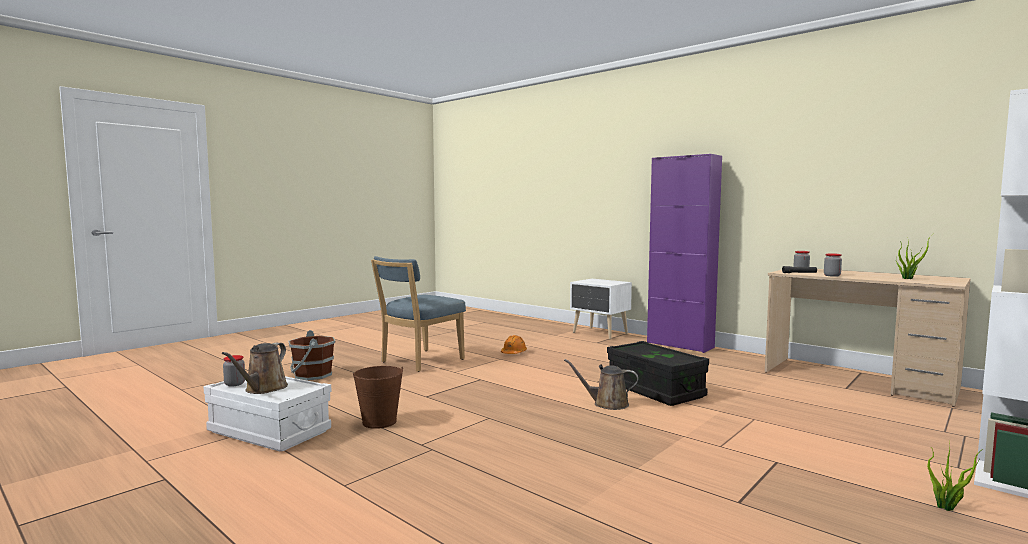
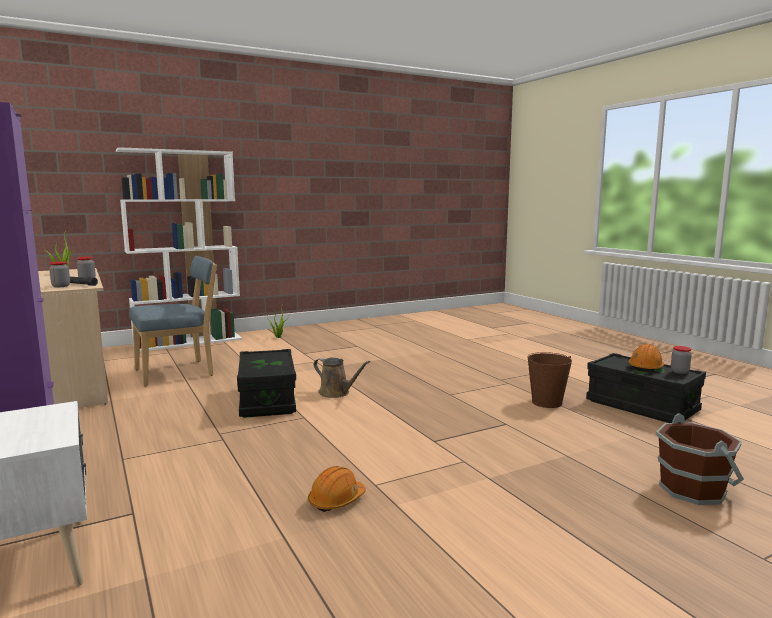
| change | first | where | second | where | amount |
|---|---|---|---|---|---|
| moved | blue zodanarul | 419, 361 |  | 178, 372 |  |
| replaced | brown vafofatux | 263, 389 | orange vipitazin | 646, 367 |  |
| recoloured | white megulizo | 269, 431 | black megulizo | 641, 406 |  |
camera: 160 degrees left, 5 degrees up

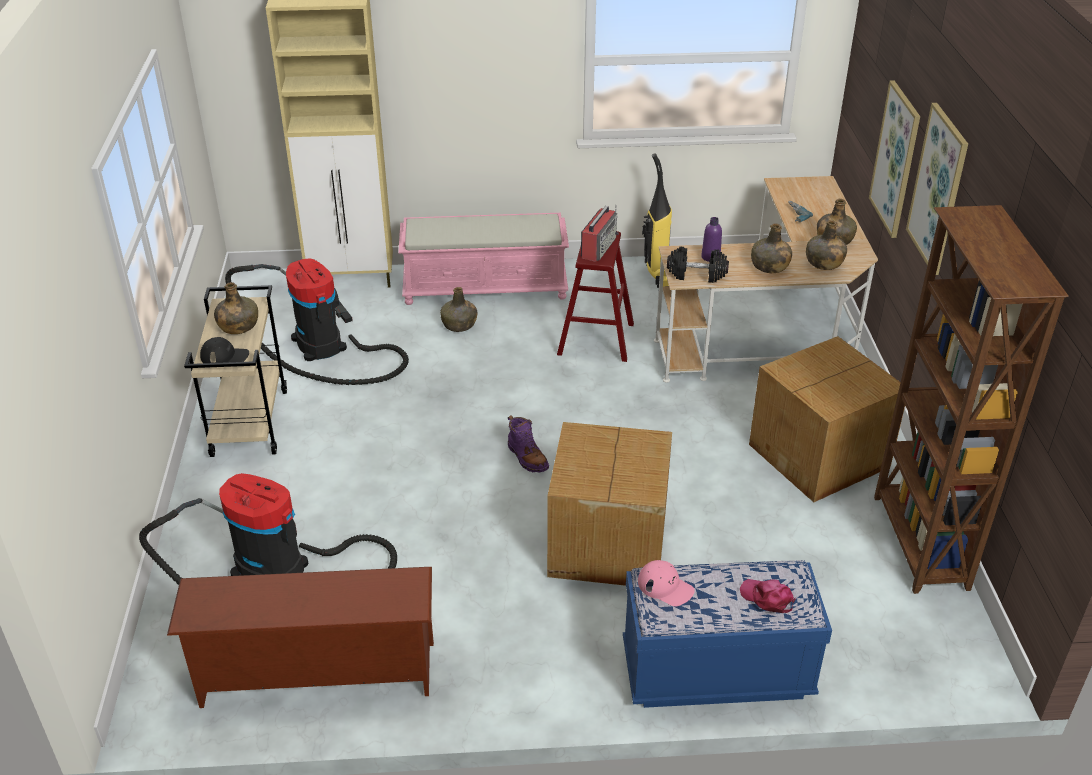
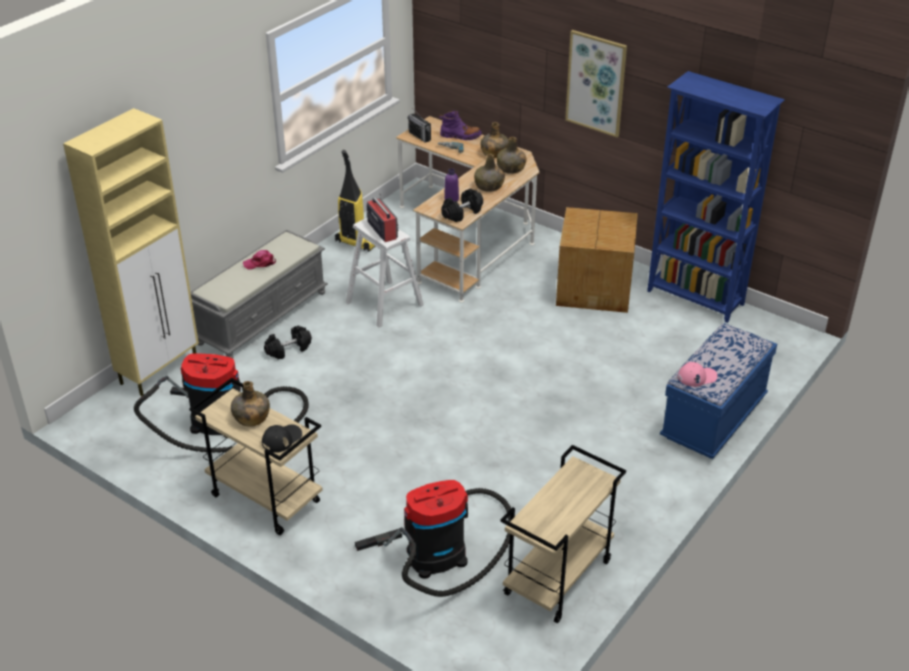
| change | first | where | second | where | amount |
|---|---|---|---|---|---|
| removed | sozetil | 896, 159 |  |  |  |
| recoloured | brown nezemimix | 919, 543 | blue nezemimix | 695, 298 |  |
| recoloured | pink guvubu | 486, 287 | grey guvubu | 262, 317 |  |
| recoloured | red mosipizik | 596, 339 | white mosipizik | 384, 304 |  |
| replaced | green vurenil | 459, 325 | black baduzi | 288, 350 |  |
| moved | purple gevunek | 527, 457 |  | 460, 136 |  |
| removed | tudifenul | 606, 544 |  |  |  |
| replaced | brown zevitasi | 316, 676 | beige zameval | 558, 579 |  |
| moved | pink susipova | 767, 598 |  | 260, 263 |  |
| added |  |  | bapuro | 419, 136 |  |
camera: 50 degrees left, 0 degrees up

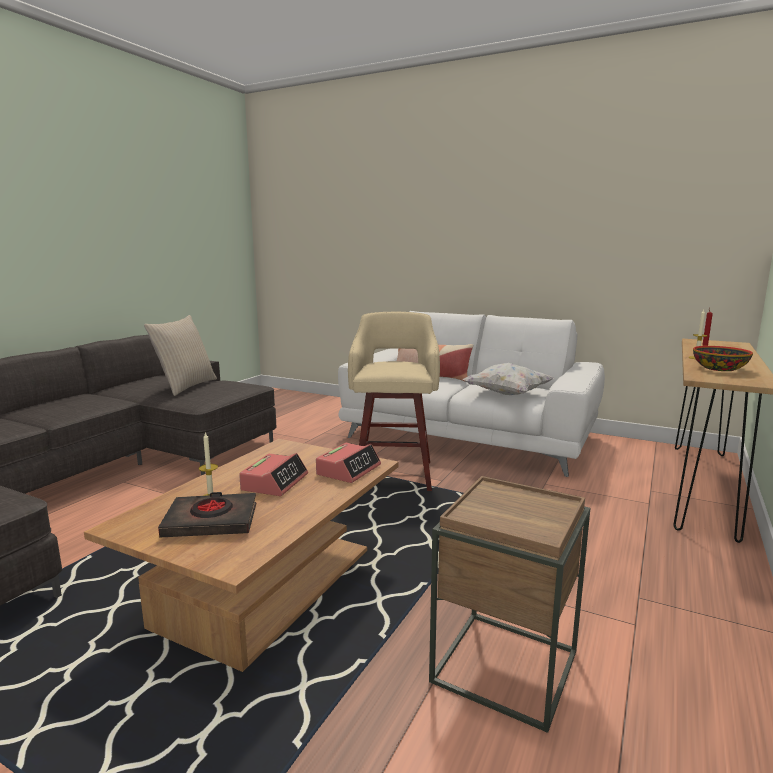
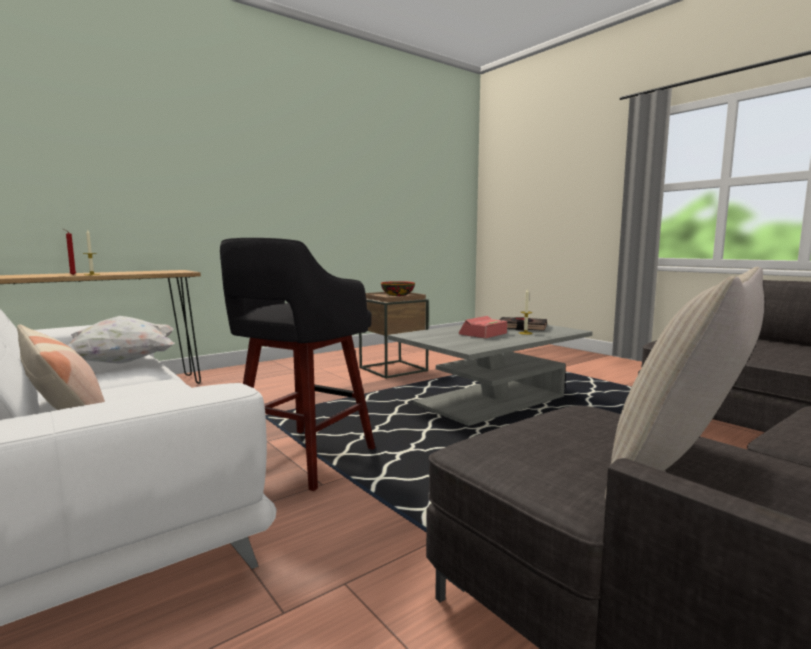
| change | first | where | second | where | amount |
|---|---|---|---|---|---|
| recoloured | beige mosipizik | 394, 473 | black mosipizik | 302, 459 |  |
| moved | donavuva | 718, 368 |  | 398, 295 |  |
| recoloured | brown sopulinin | 268, 586 | grey sopulinin | 490, 401 |  |
| removed | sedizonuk | 349, 470 |  |  |  |
camera: 155 degrees left, 5 degrees down

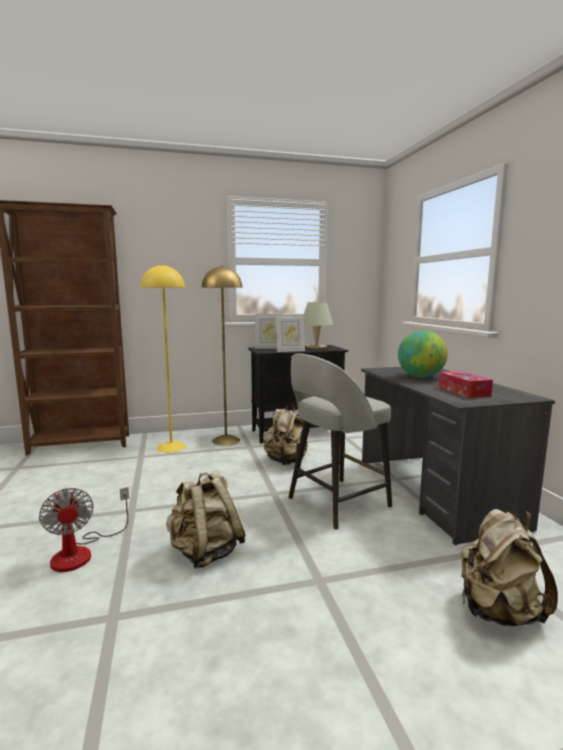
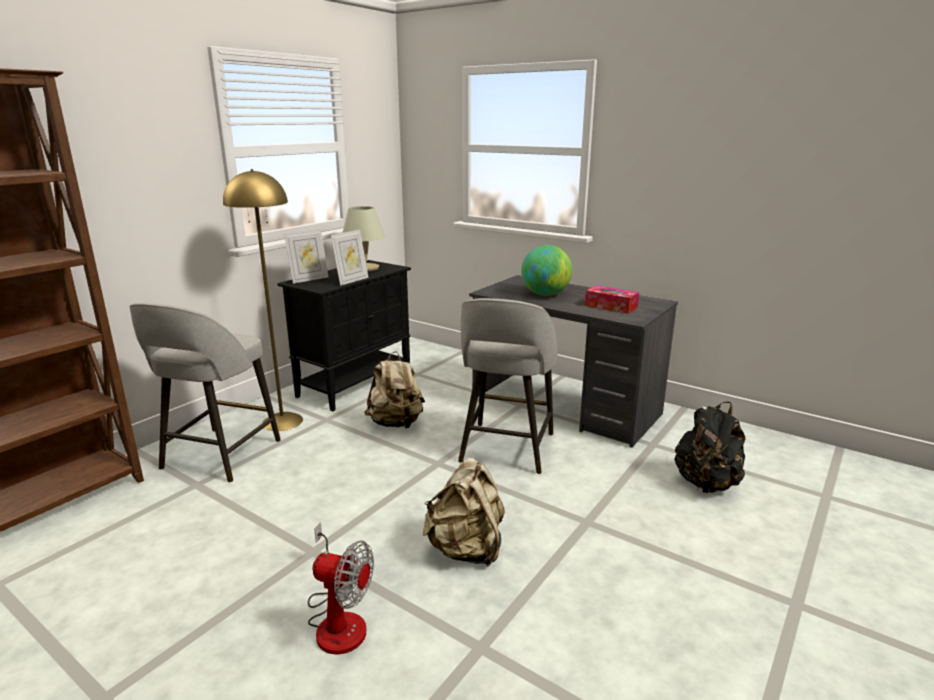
| change | first | where | second | where | amount |
|---|---|---|---|---|---|
| replaced | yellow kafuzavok | 171, 447 | grey mosipizik | 219, 456 |  |
| recoloured | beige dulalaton | 498, 611 | black dulalaton | 706, 484 |  |
camera: 40 degrees left, 10 degrees up

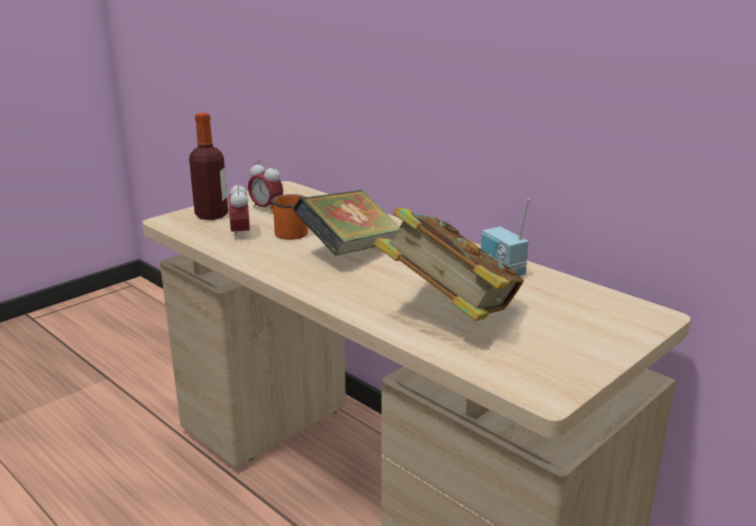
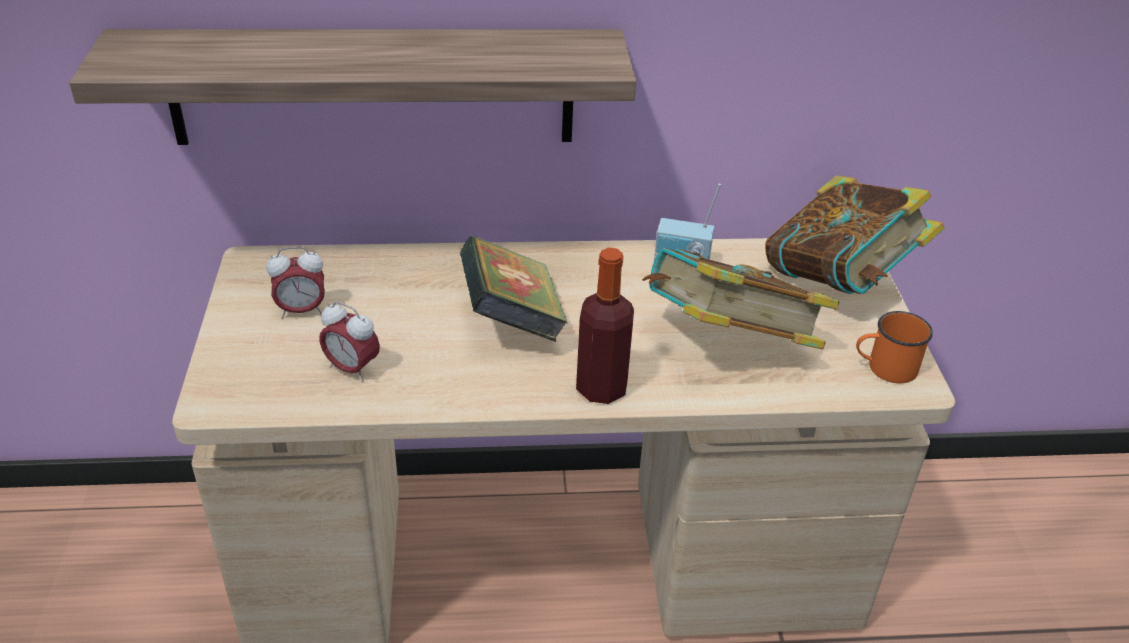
| change | first | where | second | where | amount |
|---|---|---|---|---|---|
| moved | vurenil | 211, 215 |  | 601, 388 |  |
| moved | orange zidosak | 287, 232 |  | 884, 368 |  |
| added |  |  | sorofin | 372, 87 |  |
| added |  |  | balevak | 839, 283 |  |
camera: 50 degrees left, 15 degrees up

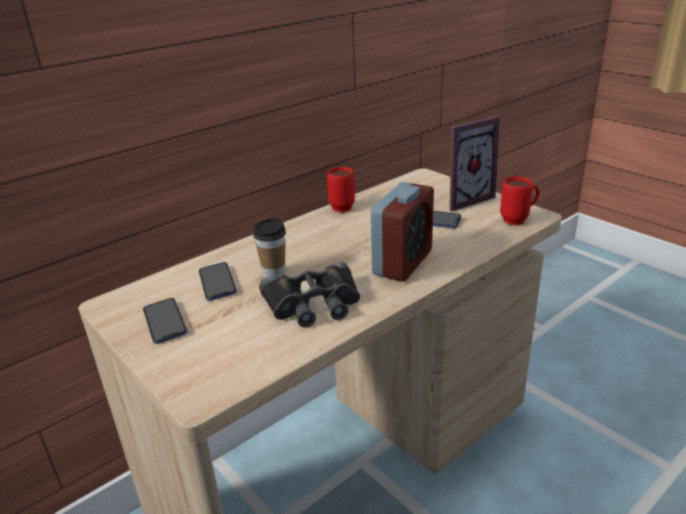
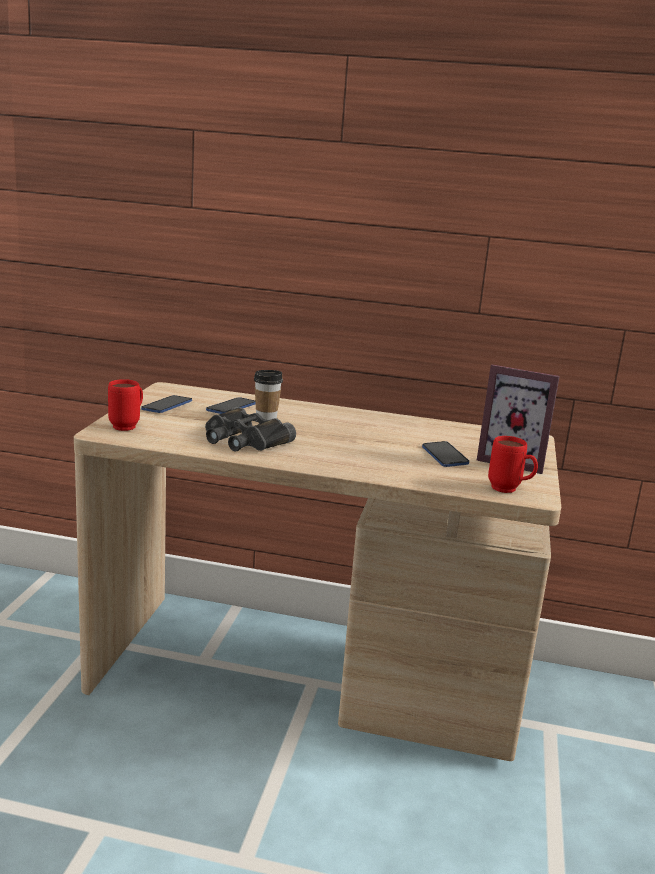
| change | first | where | second | where | amount |
|---|---|---|---|---|---|
| moved | red zidosak | 339, 206 |  | 128, 426 |  |
| removed | sedizonuk | 402, 263 |  |  |  |
camera: 50 degrees right, 10 degrees down

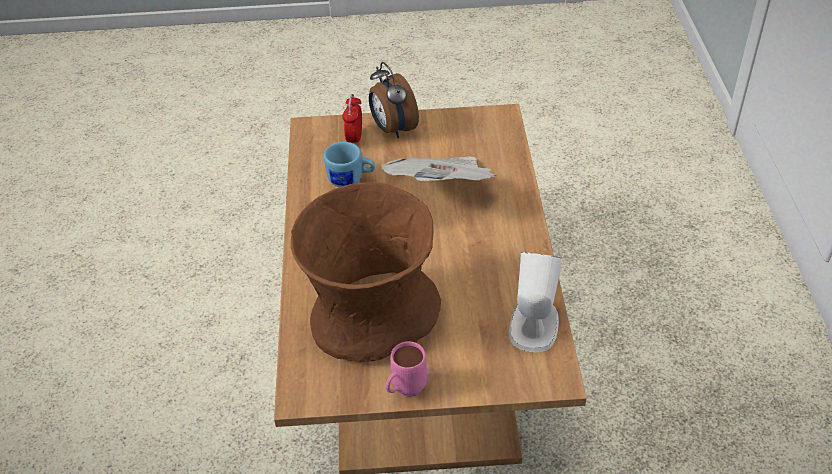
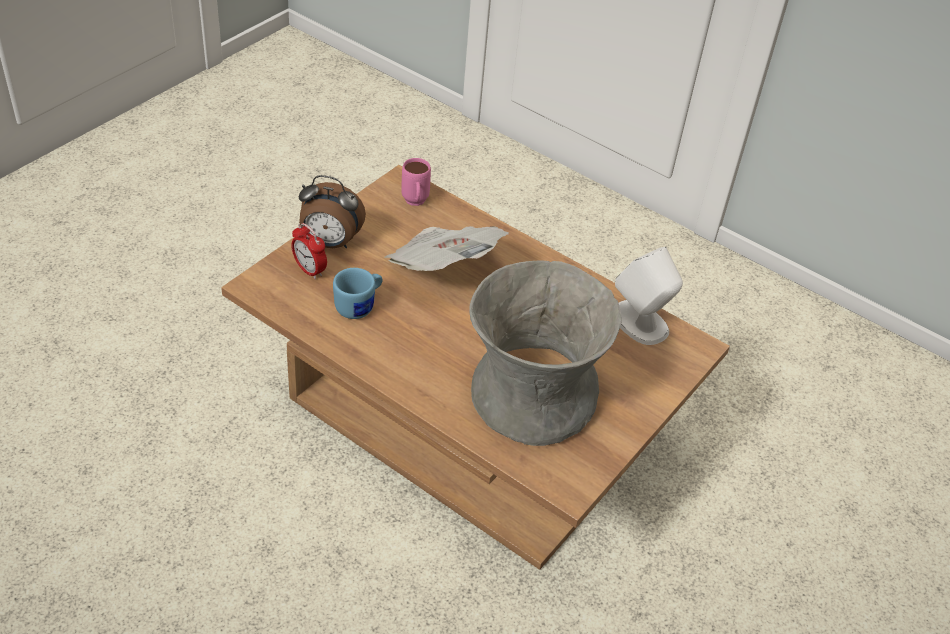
| change | first | where | second | where | amount |
|---|---|---|---|---|---|
| recoloured | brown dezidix | 371, 315 | grey dezidix | 531, 395 |  |
| moved | pink zidosak | 404, 391 |  | 415, 203 |  |
camera: 55 degrees left, 0 degrees up

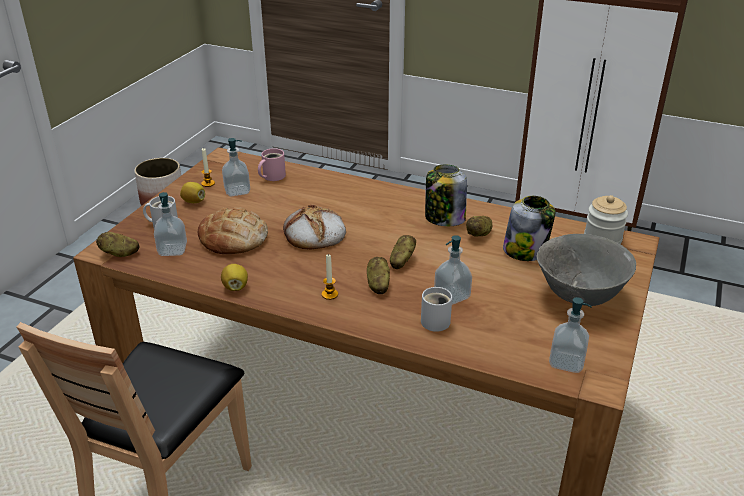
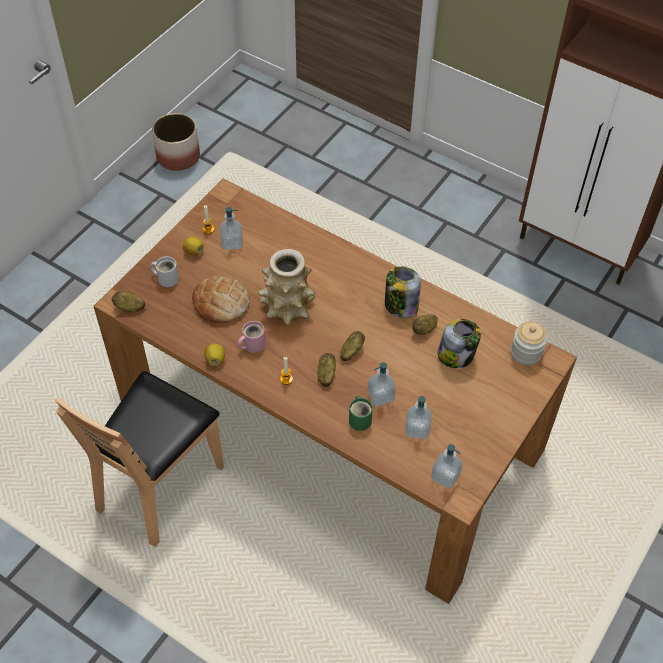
| change | first | where | second | where | amount |
|---|---|---|---|---|---|
| moved | pink zidosak | 272, 176 |  | 252, 344 |  |
| moved | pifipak | 172, 250 |  | 417, 429 |  |
| replaced | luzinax | 314, 234 | dezidix | 287, 308 |  |
| removed | grey donavuva | 579, 296 |  |  |  |
| recoloured | white zidosak | 435, 320 | green zidosak | 360, 418 |  |
camera: 10 degrees right, 20 degrees up

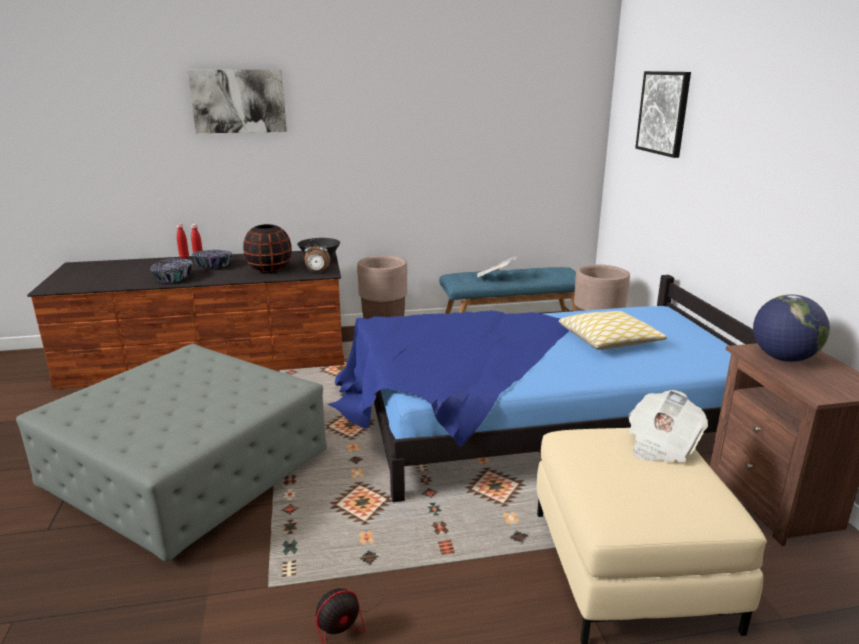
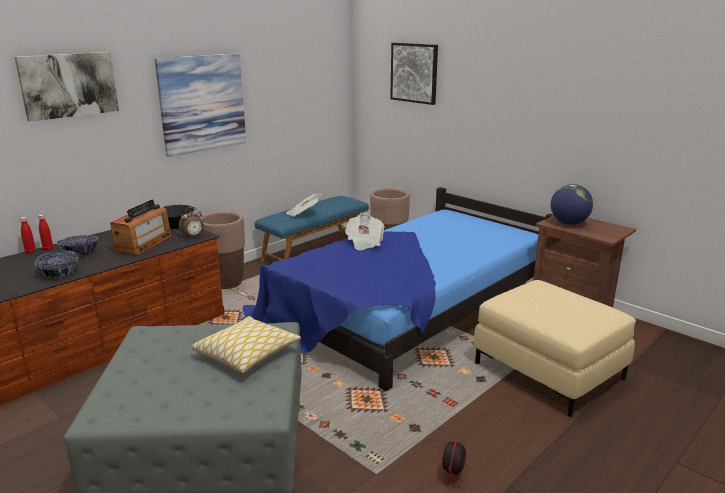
| change | first | where | second | where | amount |
|---|---|---|---|---|---|
| replaced | black dezidix | 269, 269 | bapuro | 144, 243 |  |
| moved | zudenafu | 609, 340 |  | 247, 353 |  |
| moved | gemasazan | 661, 445 |  | 364, 242 |  |
| added |  |  | sozetil | 202, 103 |  |
camera: 35 degrees left, 0 degrees up

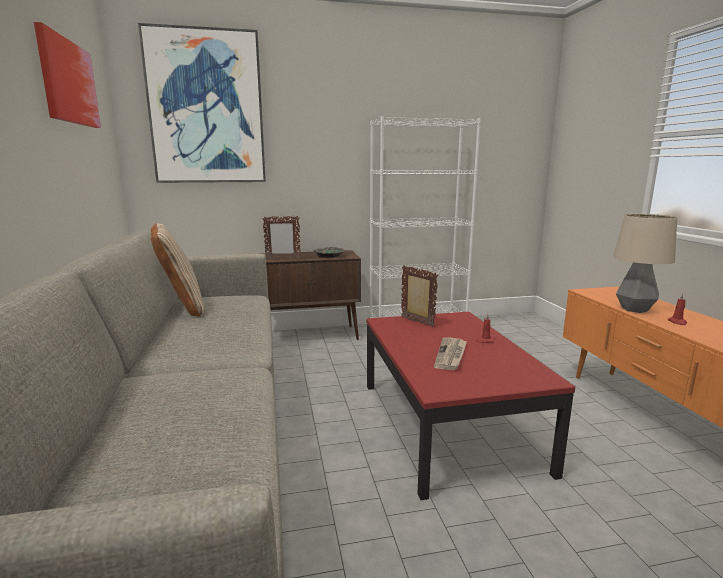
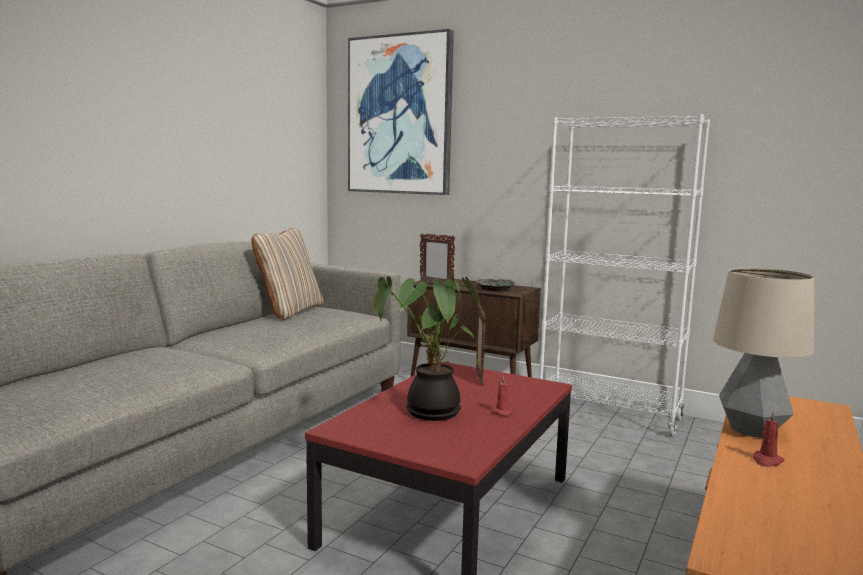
| change | first | where | second | where | amount |
|---|---|---|---|---|---|
| removed | sozetil | 68, 82 |  |  |  |
| replaced | gemasazan | 451, 355 | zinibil | 428, 411 |  |
camera: 40 degrees right, 5 degrees down

